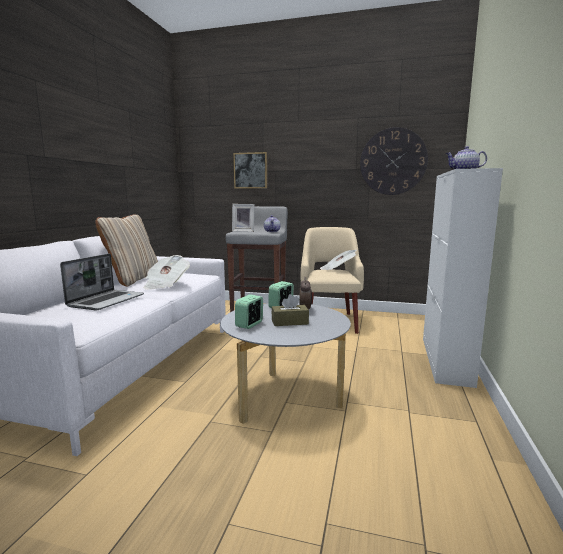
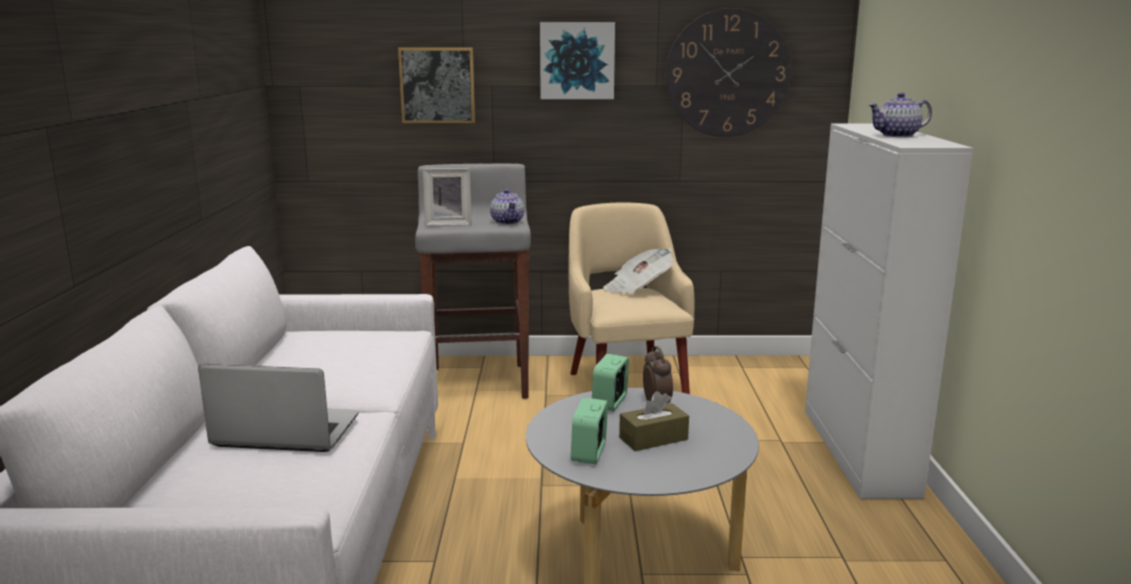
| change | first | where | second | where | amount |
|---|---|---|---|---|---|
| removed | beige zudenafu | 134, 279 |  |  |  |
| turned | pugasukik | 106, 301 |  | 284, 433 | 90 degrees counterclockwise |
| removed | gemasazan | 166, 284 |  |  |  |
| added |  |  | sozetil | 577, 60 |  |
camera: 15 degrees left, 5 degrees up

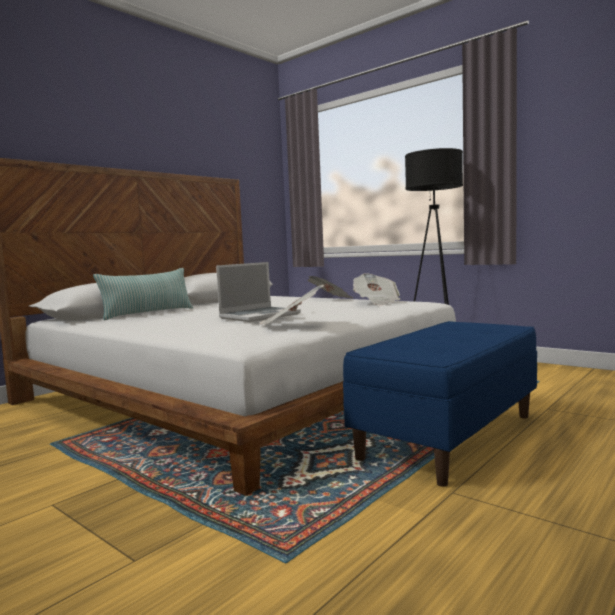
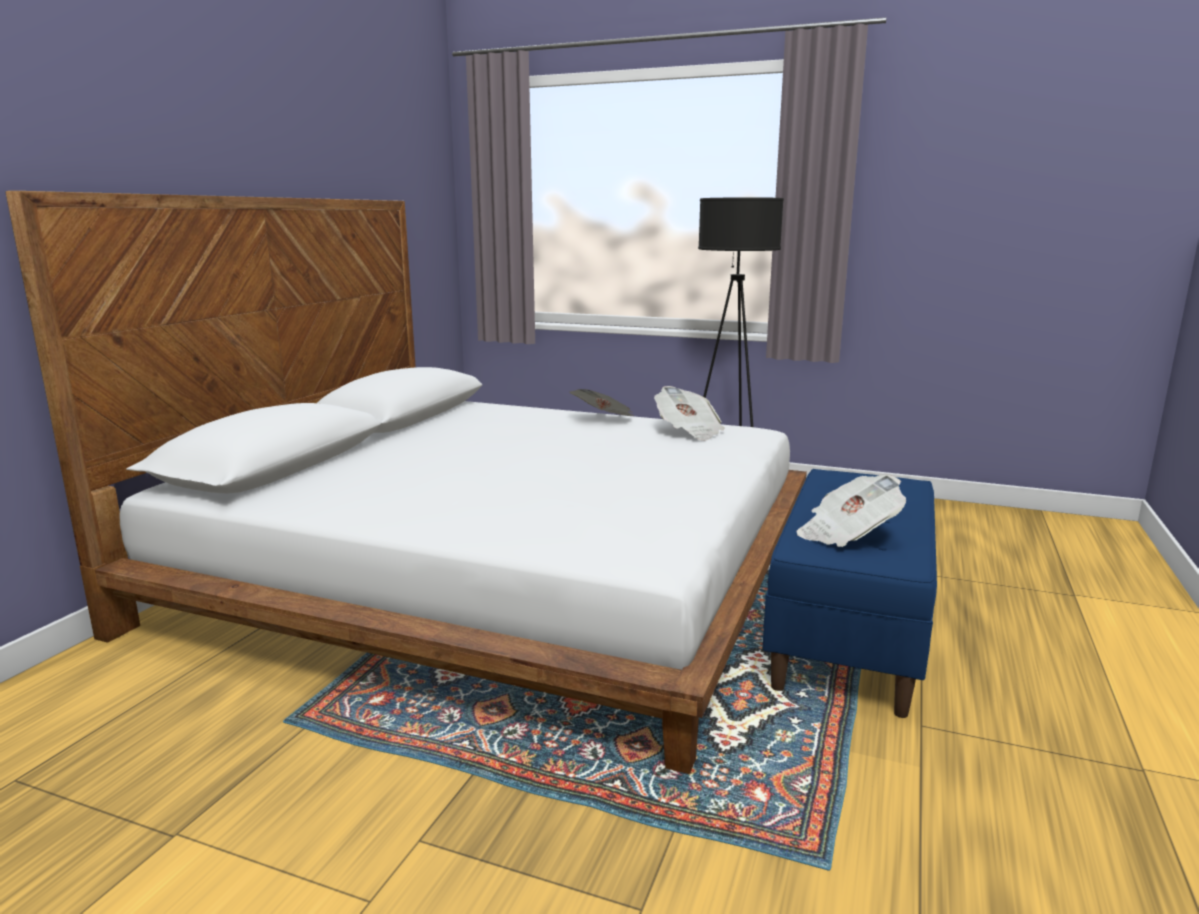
| change | first | where | second | where | amount |
|---|---|---|---|---|---|
| removed | pugasukik | 260, 316 |  |  |  |
| removed | zudenafu | 148, 313 |  |  |  |
| moved | gemasazan | 291, 323 |  | 847, 535 |  |
camera: 20 degrees left, 10 degrees up

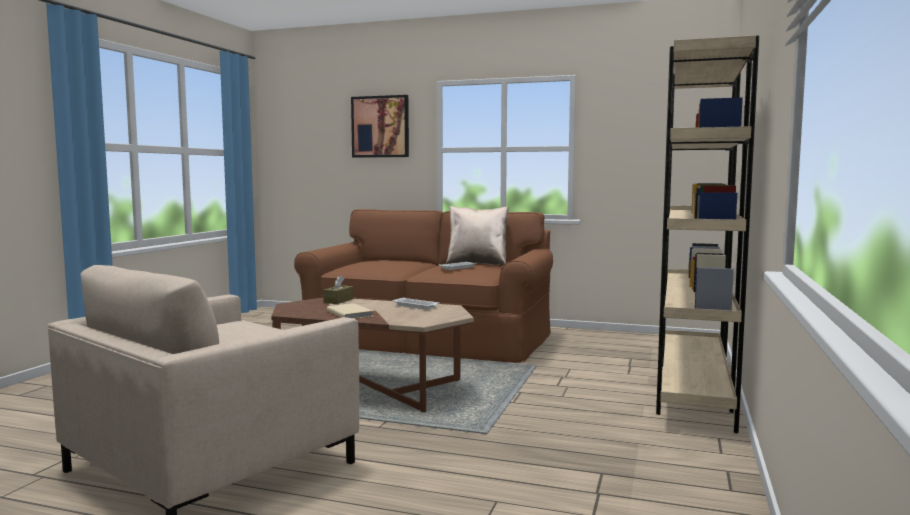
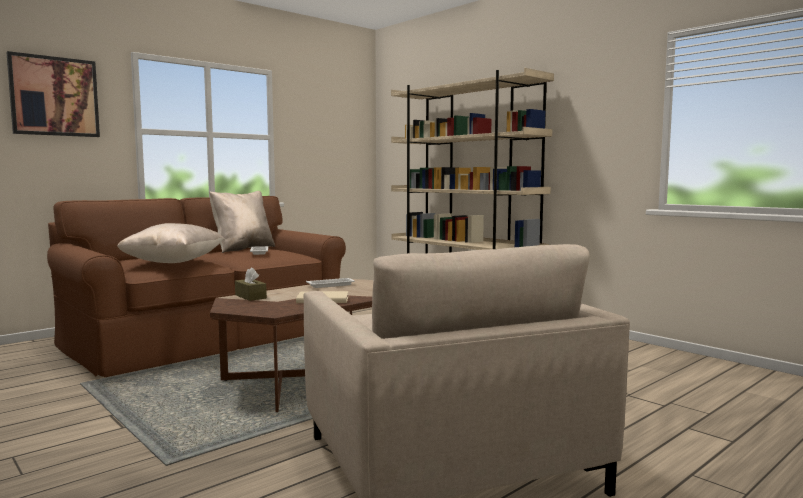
| change | first | where | second | where | amount |
|---|---|---|---|---|---|
| added |  |  | beige zudenafu | 174, 263 |  |
camera: 60 degrees left, 0 degrees up

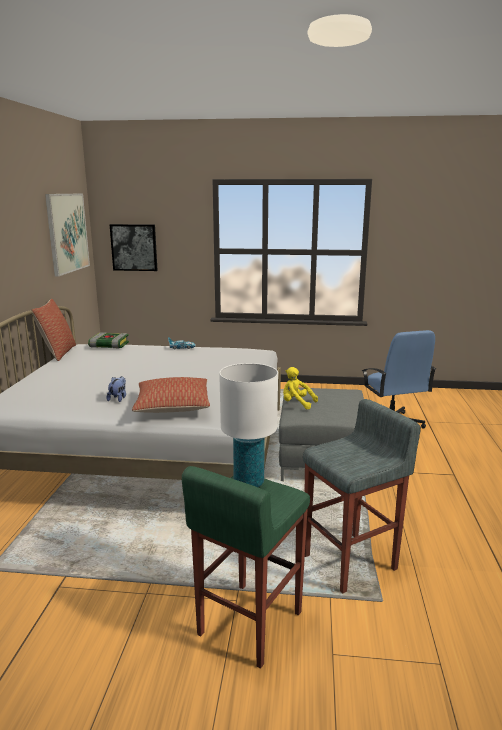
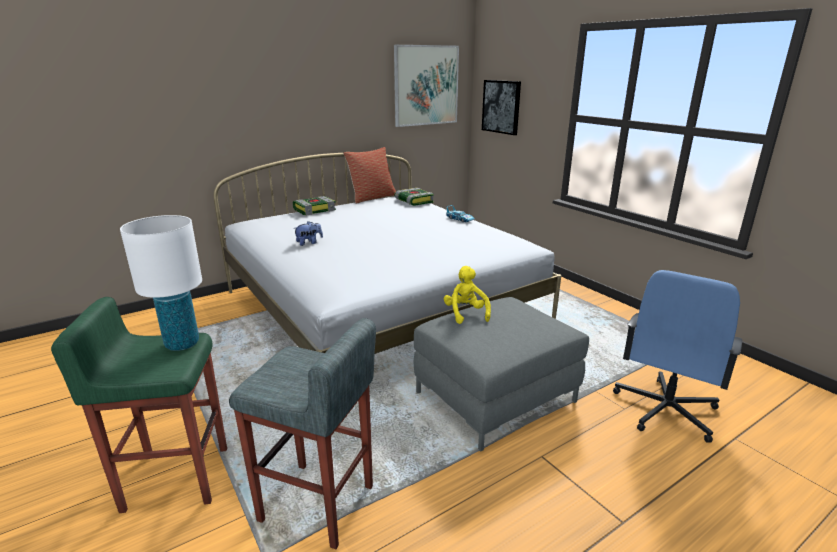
| change | first | where | second | where | amount |
|---|---|---|---|---|---|
| removed | zudenafu | 172, 406 |  |  |  |
| added |  |  | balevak | 315, 210 |  |
camera: 50 degrees right, 5 degrees up

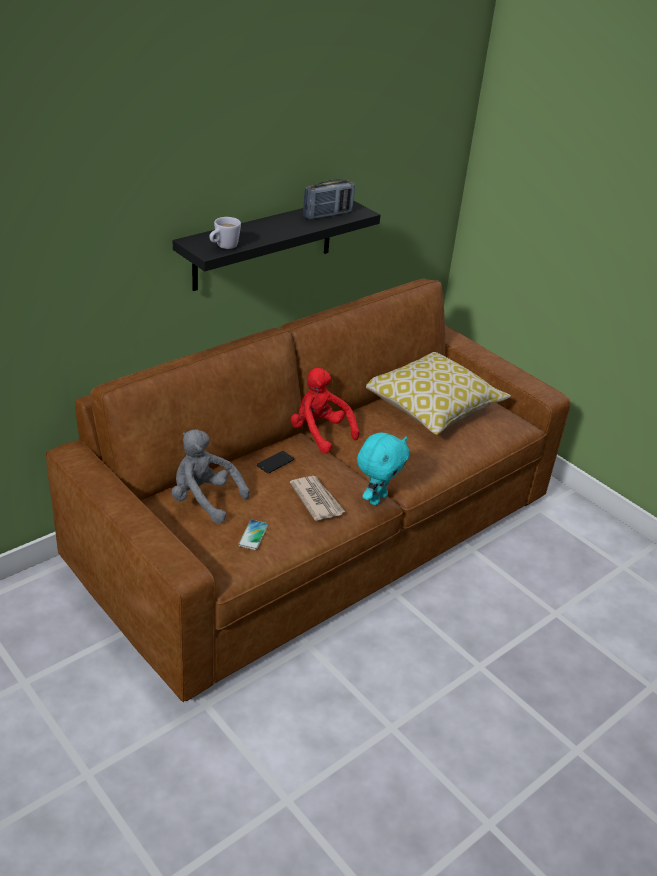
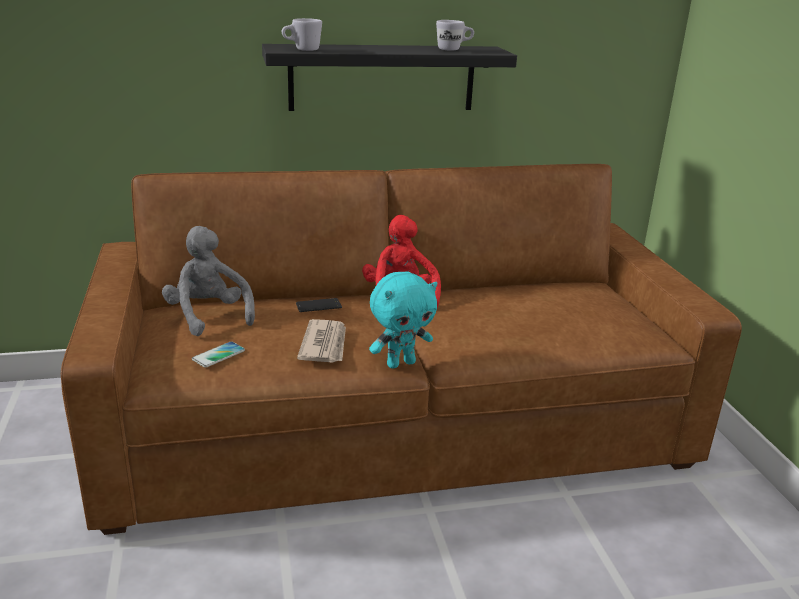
| change | first | where | second | where | amount |
|---|---|---|---|---|---|
| replaced | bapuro | 327, 215 | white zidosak | 453, 49 |  |
| removed | zudenafu | 431, 406 |  |  |  |
camera: 30 degrees right, 10 degrees down

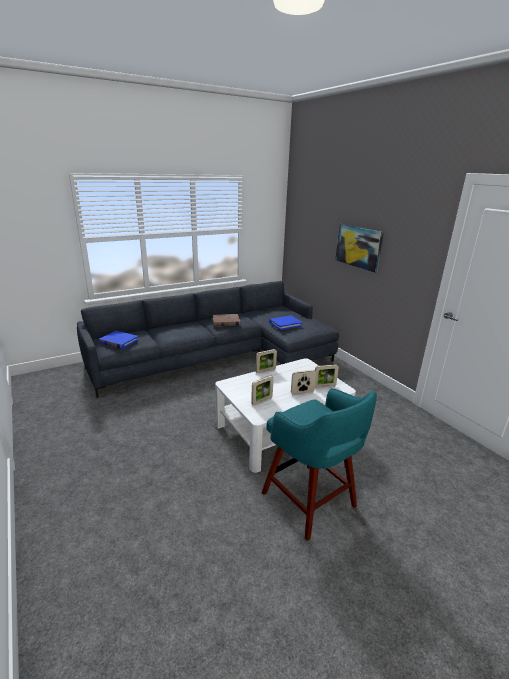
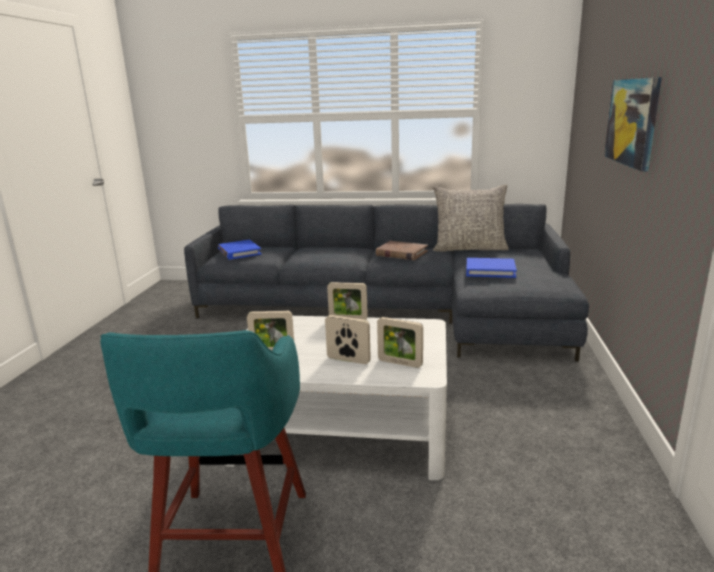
| change | first | where | second | where | amount |
|---|---|---|---|---|---|
| added |  |  | grey zudenafu | 469, 248 |  |
camera: 40 degrees right, 5 degrees down

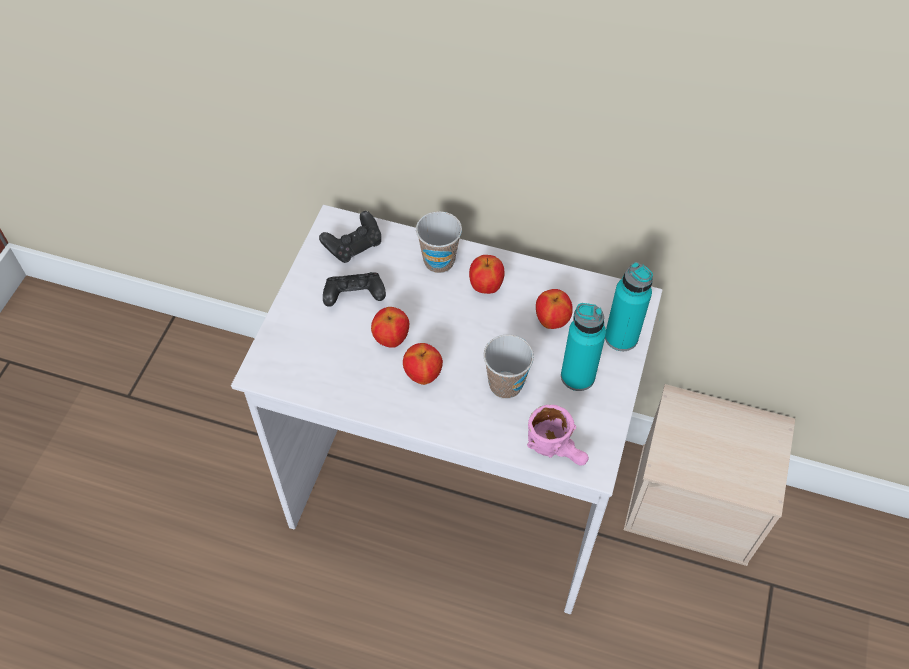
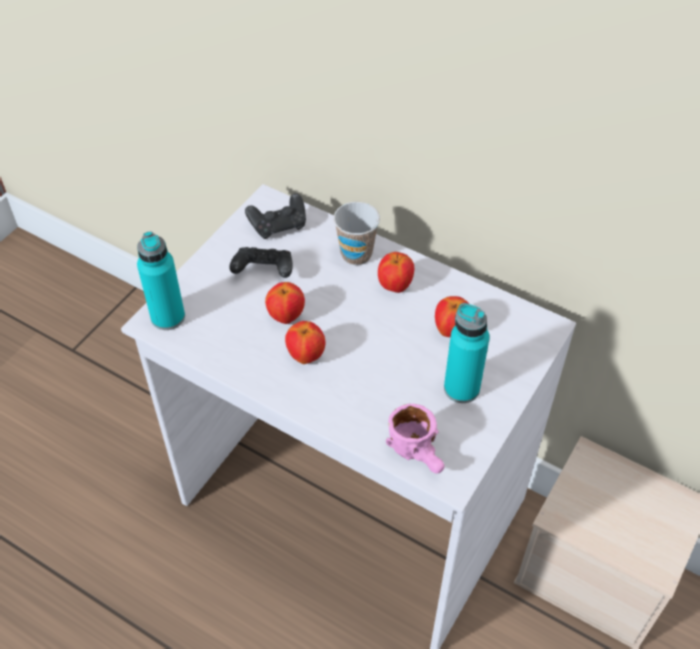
| change | first | where | second | where | amount |
|---|---|---|---|---|---|
| moved | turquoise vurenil | 621, 337 |  | 168, 317 |  |
| removed | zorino | 505, 385 |  |  |  |
camera: 15 degrees right, 5 degrees down

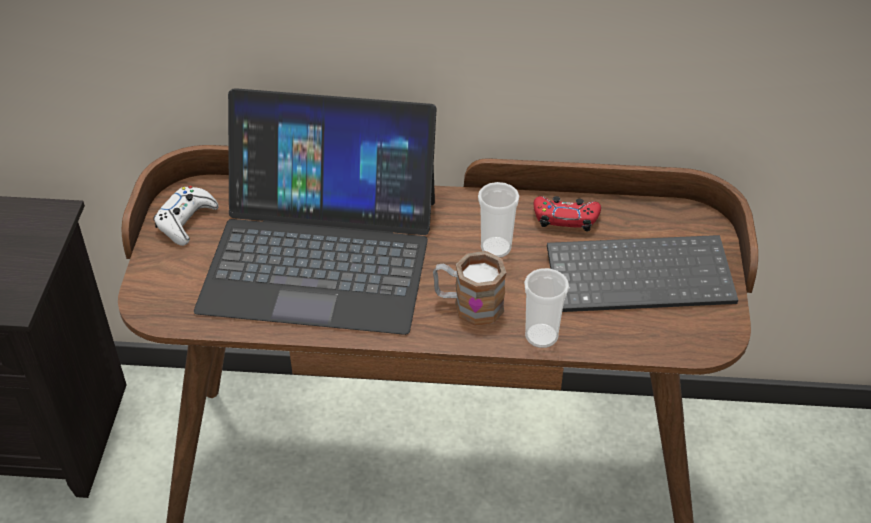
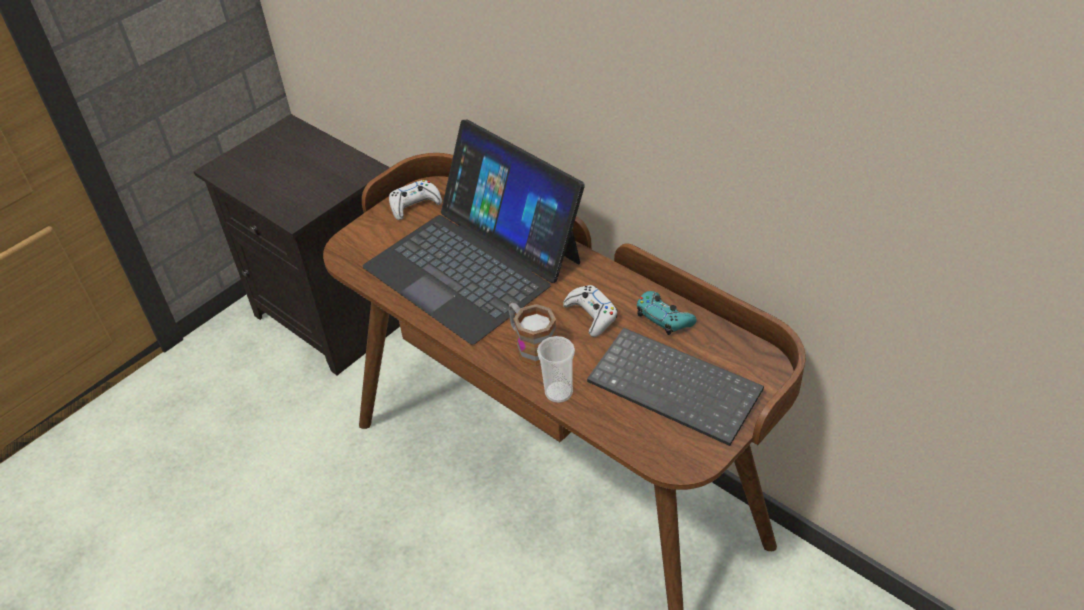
| change | first | where | second | where | amount |
|---|---|---|---|---|---|
| replaced | zorino | 496, 248 | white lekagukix | 591, 315 |  |
| recoloured | red lekagukix | 565, 218 | turquoise lekagukix | 664, 318 |  |
camera: 40 degrees right, 0 degrees up

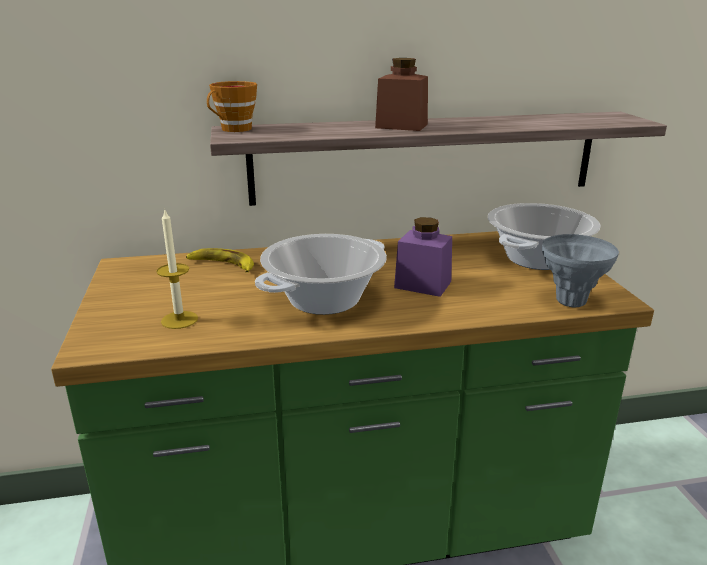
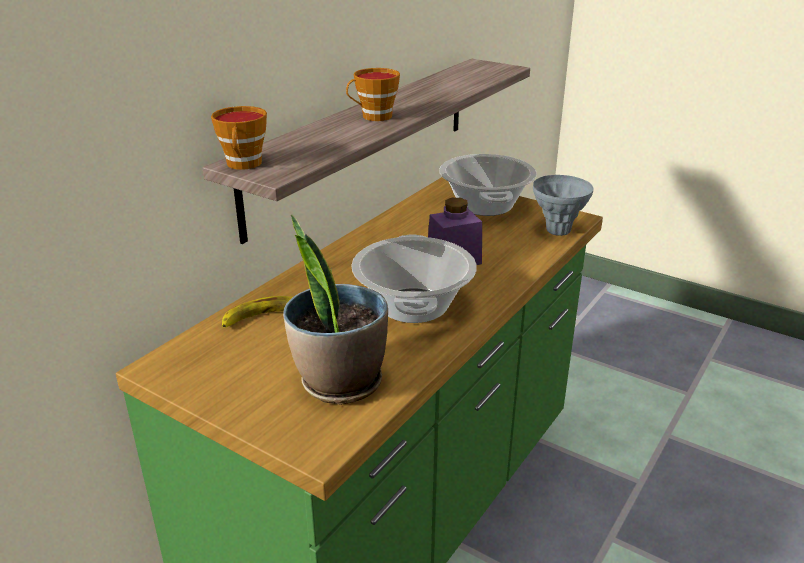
| change | first | where | second | where | amount |
|---|---|---|---|---|---|
| replaced | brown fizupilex | 401, 126 | zorino | 373, 117 |  |
| replaced | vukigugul | 179, 320 | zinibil | 339, 382 |  |
camera: 45 degrees left, 5 degrees up

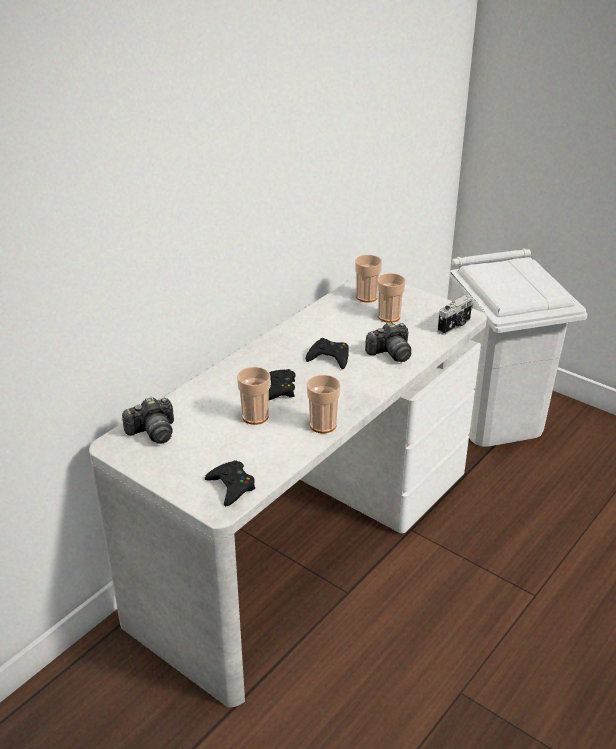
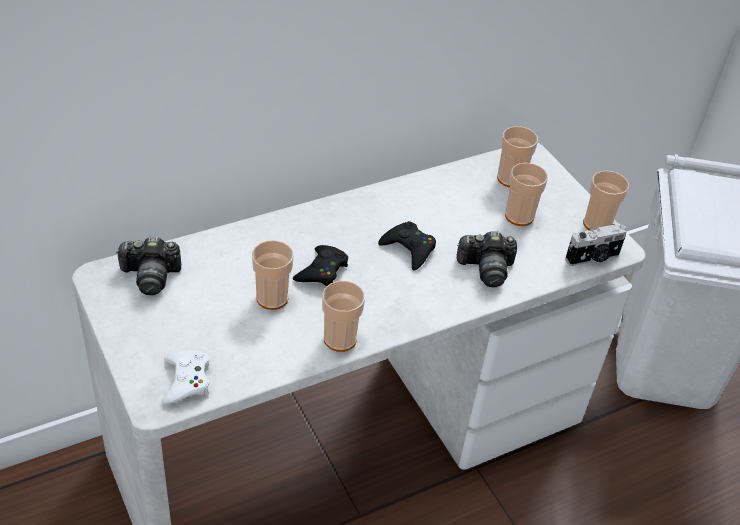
| change | first | where | second | where | amount |
|---|---|---|---|---|---|
| recoloured | black lekagukix | 231, 486 | white lekagukix | 186, 380 |  |
| added |  |  | zorino | 597, 224 |  |
camera: 20 degrees right, 10 degrees up

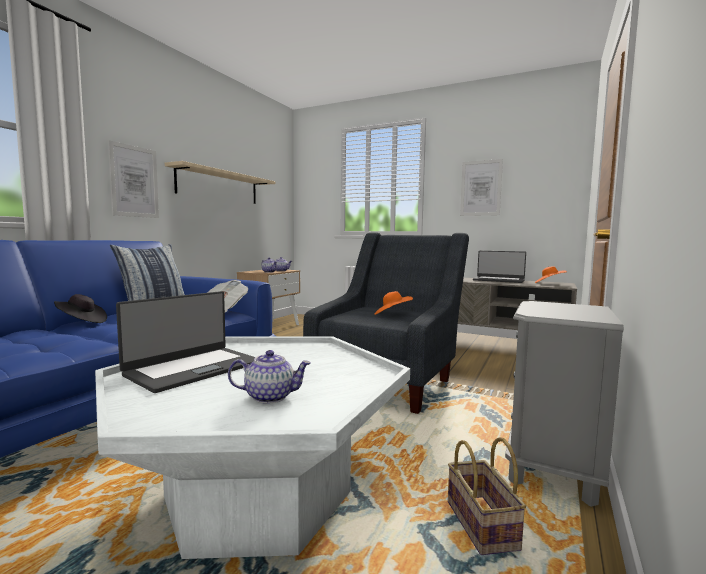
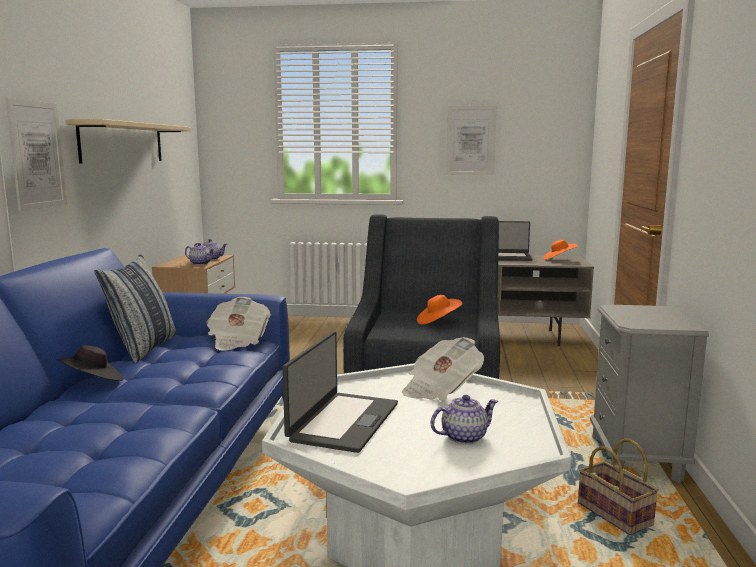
| change | first | where | second | where | amount |
|---|---|---|---|---|---|
| added |  |  | gemasazan | 440, 389 |  |
camera: 20 degrees left, 5 degrees up

